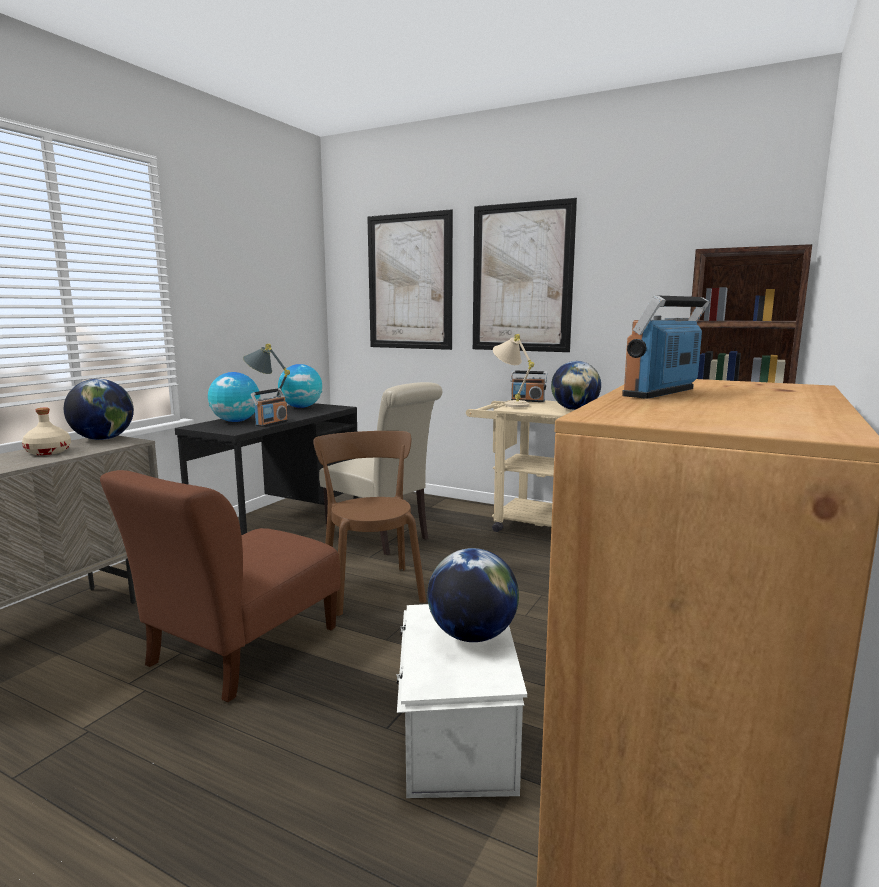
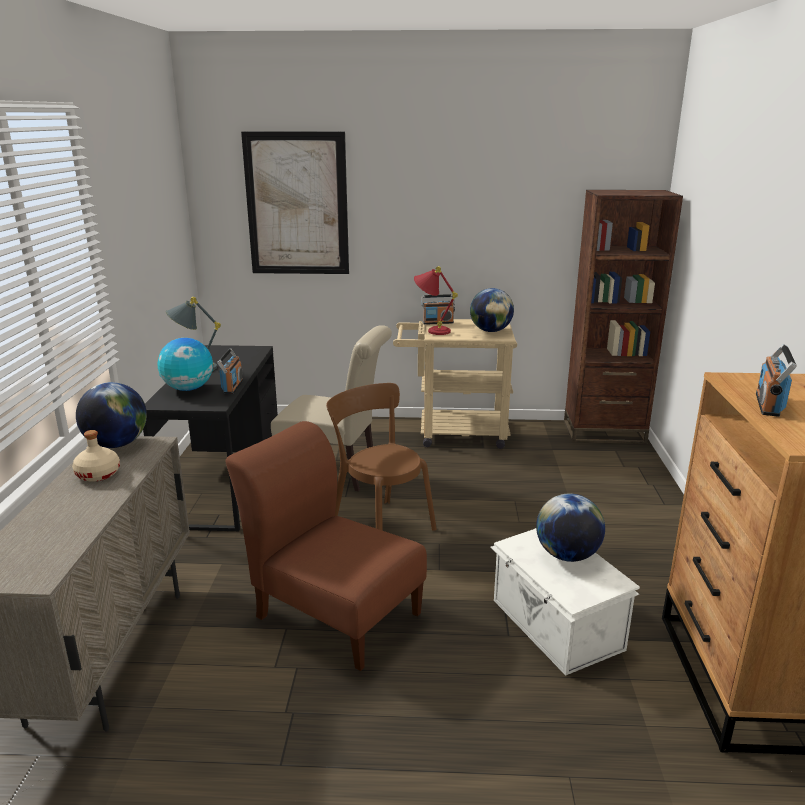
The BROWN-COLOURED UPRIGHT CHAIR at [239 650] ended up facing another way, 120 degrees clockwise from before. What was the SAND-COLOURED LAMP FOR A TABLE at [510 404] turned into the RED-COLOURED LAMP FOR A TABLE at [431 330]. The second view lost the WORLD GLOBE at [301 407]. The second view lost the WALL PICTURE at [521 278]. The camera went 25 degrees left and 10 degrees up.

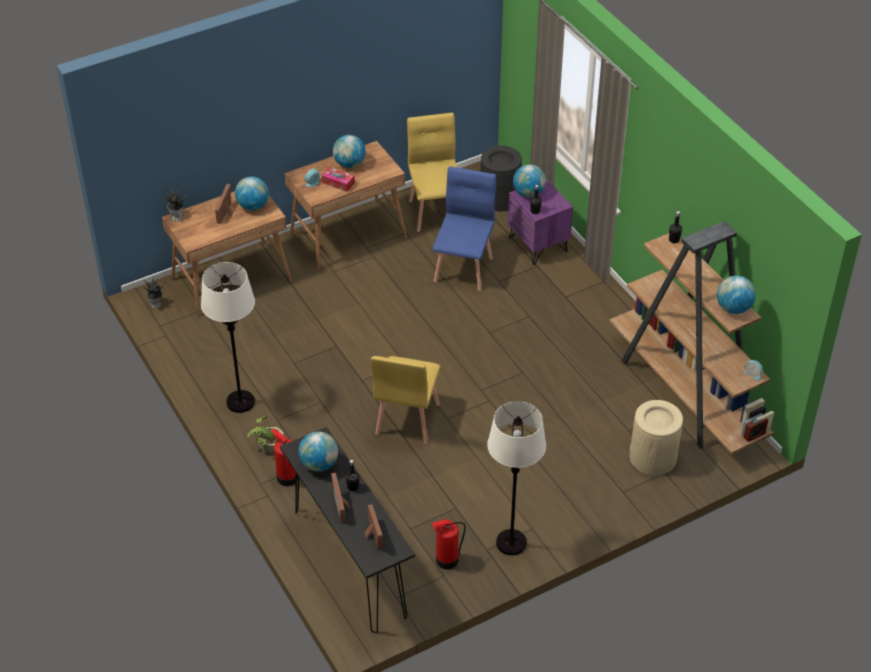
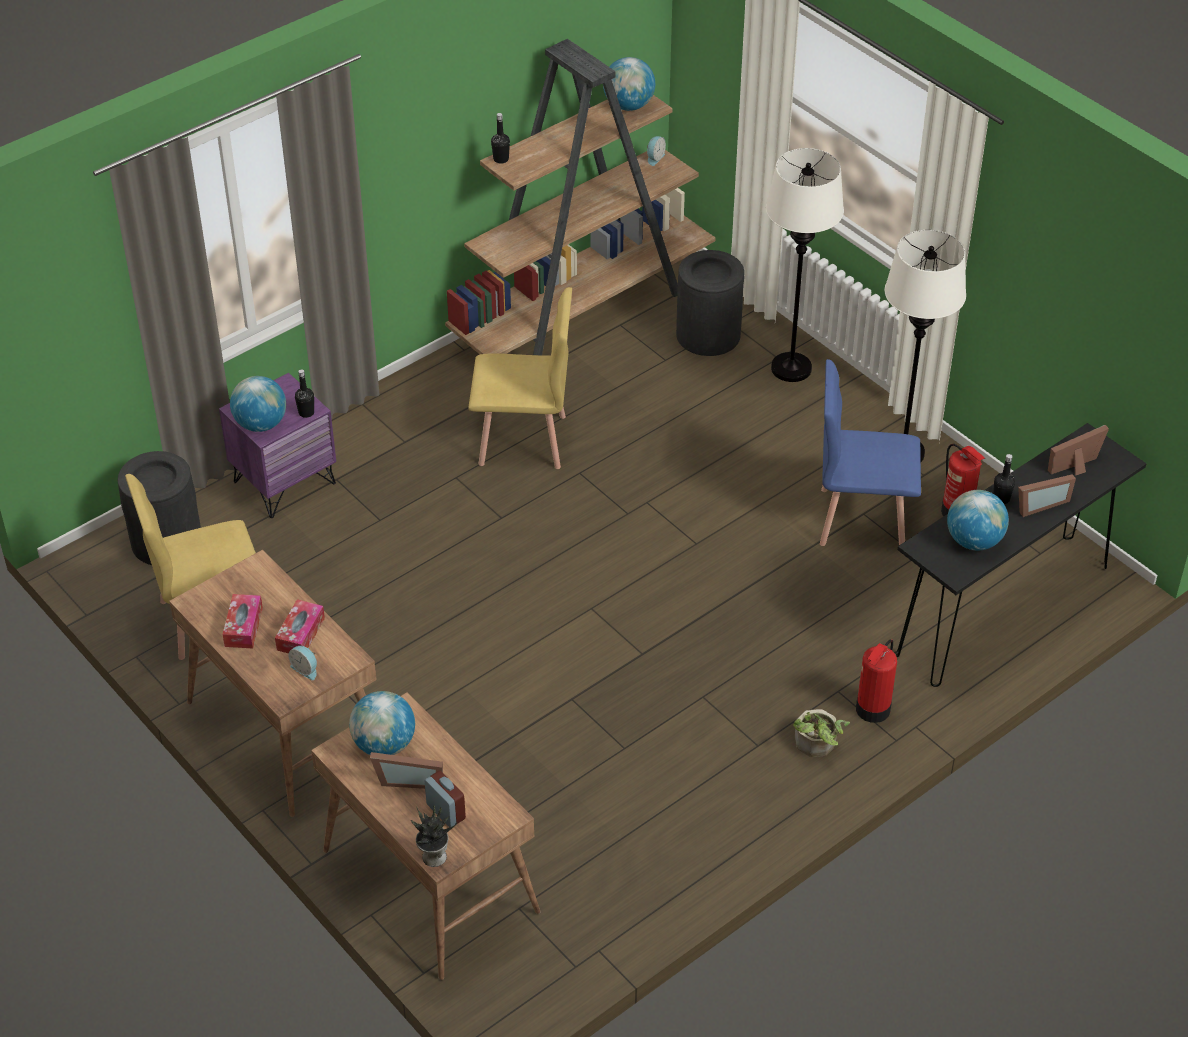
Where the WORLD GLOBE stood at [349 164], the BOX OF TISSUES came to stand at [243 627]. The TABLE CLOCK ended up elsewhere, having gone from [753 435] to [446 811]. The YELLOWISH UPRIGHT CHAIR ended up elsewhere, having gone from [406 419] to [523 441]. What was the SAND-COLOURED TRASH CAN at [653 457] turned into the BLACK-COLOURED TRASH CAN at [708 335]. The WHITISH STANDING LAMP ended up elsewhere, having gone from [240 402] to [791 368]. The BLUE-COLOURED UPRIGHT CHAIR ended up elsewhere, having gone from [464 269] to [861 518]. The second view lost the POTTED PLANT at [156 304]. The camera went 100 degrees left and 0 degrees up.

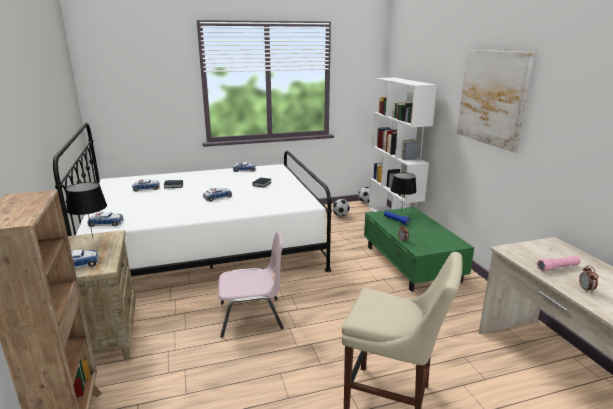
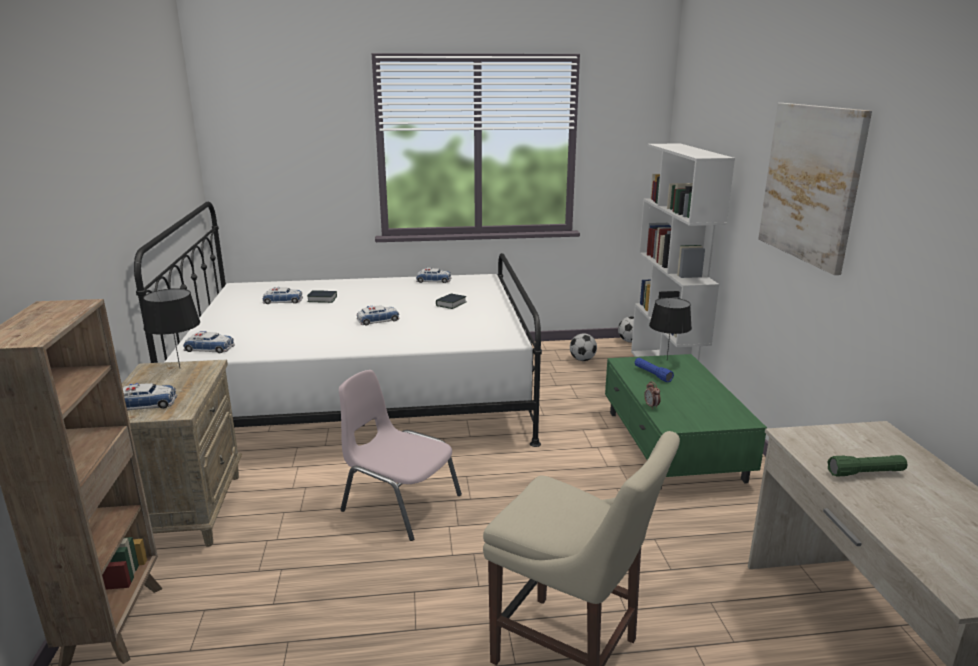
The PINK-COLOURED UPRIGHT CHAIR at [252 316] ended up facing another way, 150 degrees counterclockwise from before. What was the PINK-COLOURED HAND TORCH at [557 268] turned into the GREENISH HAND TORCH at [865 473]. The second view lost the TABLE CLOCK at [586 289]. The camera went 10 degrees right and 0 degrees up.

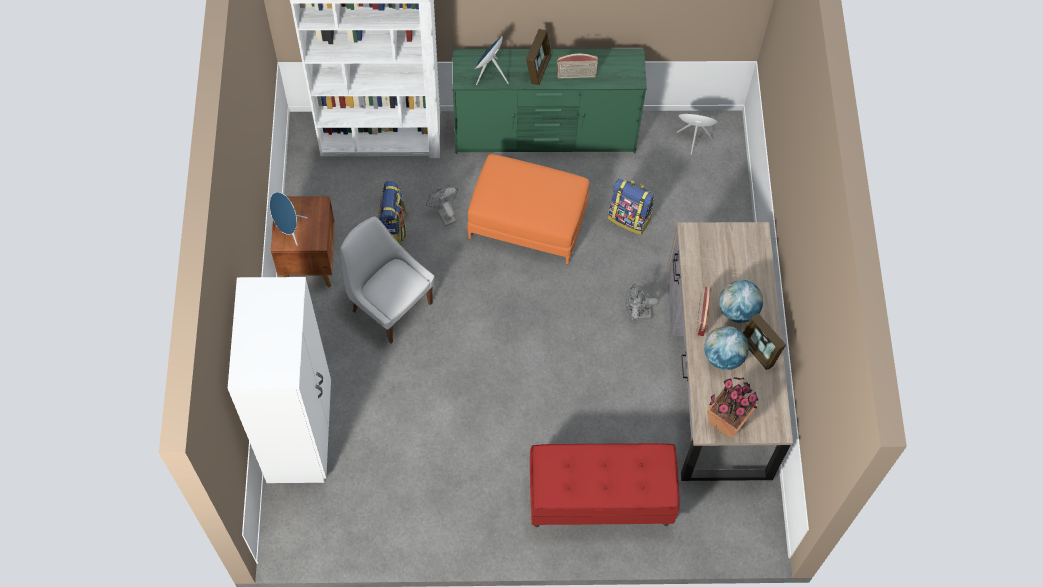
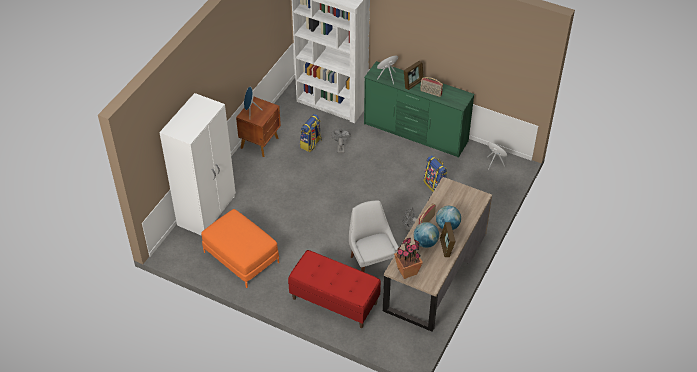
The ORANGE POUFFE ended up elsewhere, having gone from [527 222] to [240 257]. The WHITISH UPRIGHT CHAIR ended up elsewhere, having gone from [390 305] to [372 262]. The camera went 30 degrees right and 15 degrees down.

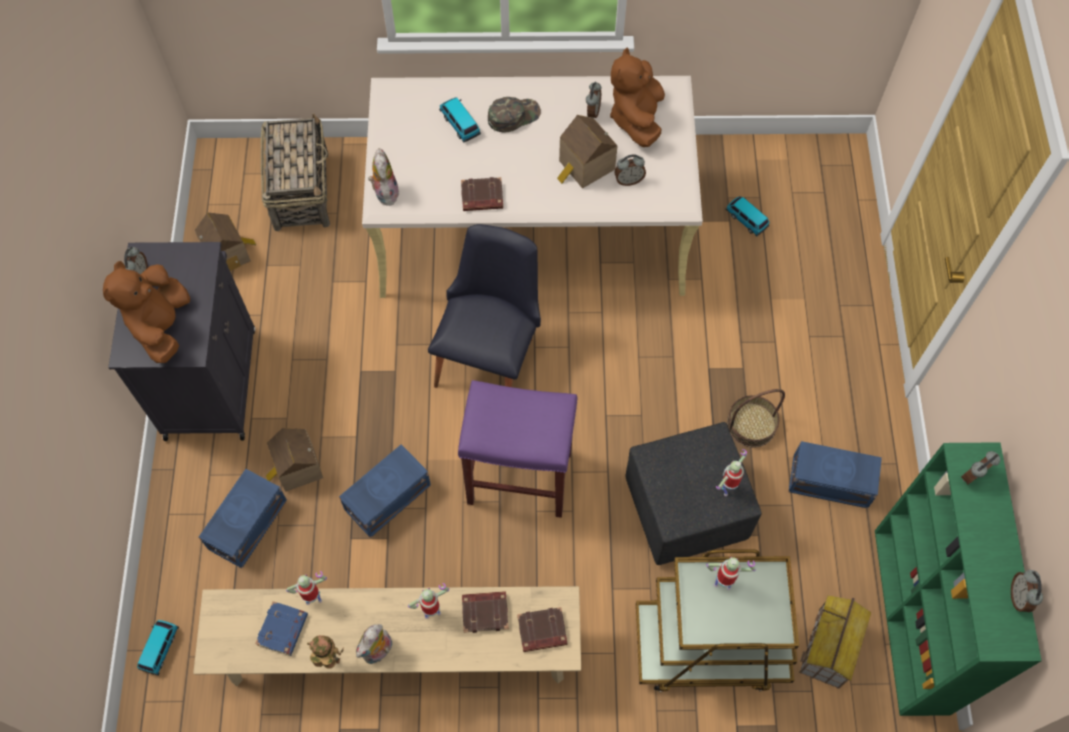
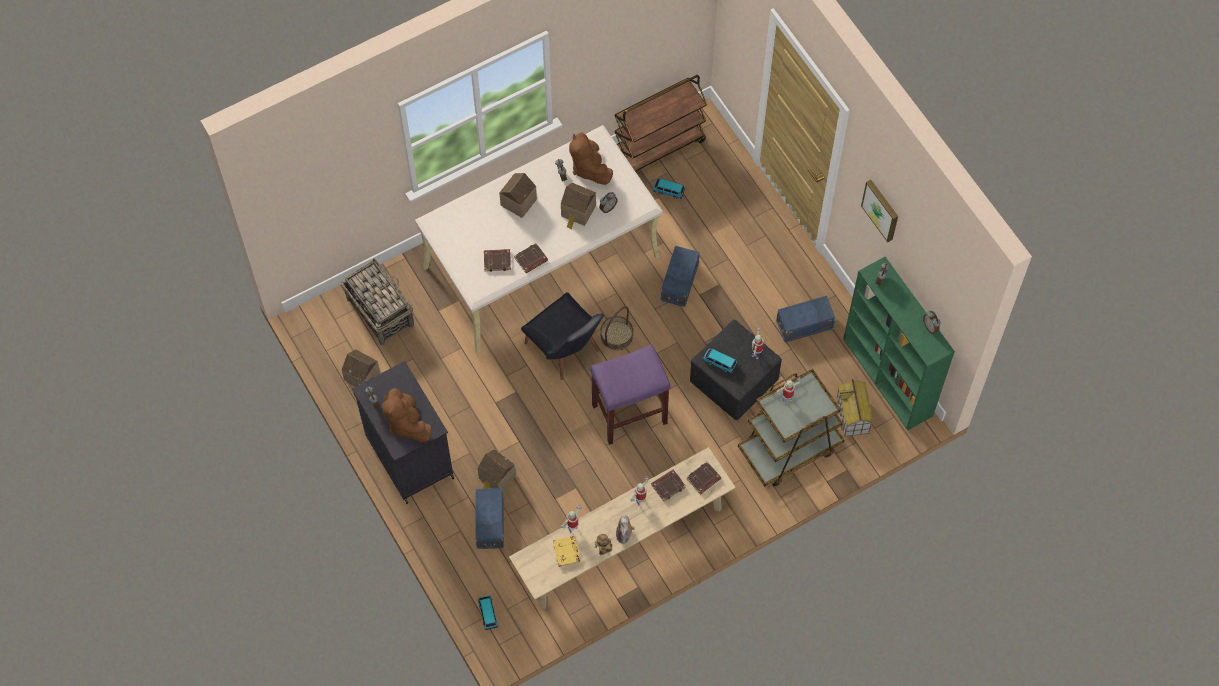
The second view gained the BROWN-COLOURED BOOK at [497 261]. Where the GREENISH PEAKED CAP stood at [513 115], the TOY HOUSE came to stand at [517 201]. The BLACK-COLOURED UPRIGHT CHAIR at [490 354] ended up facing another way, 150 degrees clockwise from before. What was the BLUE-COLOURED BOOK at [283 630] turned into the YELLOWISH BOOK at [567 552]. The BASKET ended up elsewhere, having gone from [751 425] to [616 336]. The second view gained the BROWN-COLOURED WHEELED CART at [659 146]. The BLUE-COLOURED STORAGE BIN ended up elsewhere, having gone from [386 497] to [678 282]. The MINIATURE CAR ended up elsewhere, having gone from [460 124] to [719 363]. The second view gained the WALL PICTURE at [881 209]. The second view lost the CUDDLY TOY at [385 192]. The camera went 30 degrees left and 0 degrees up.

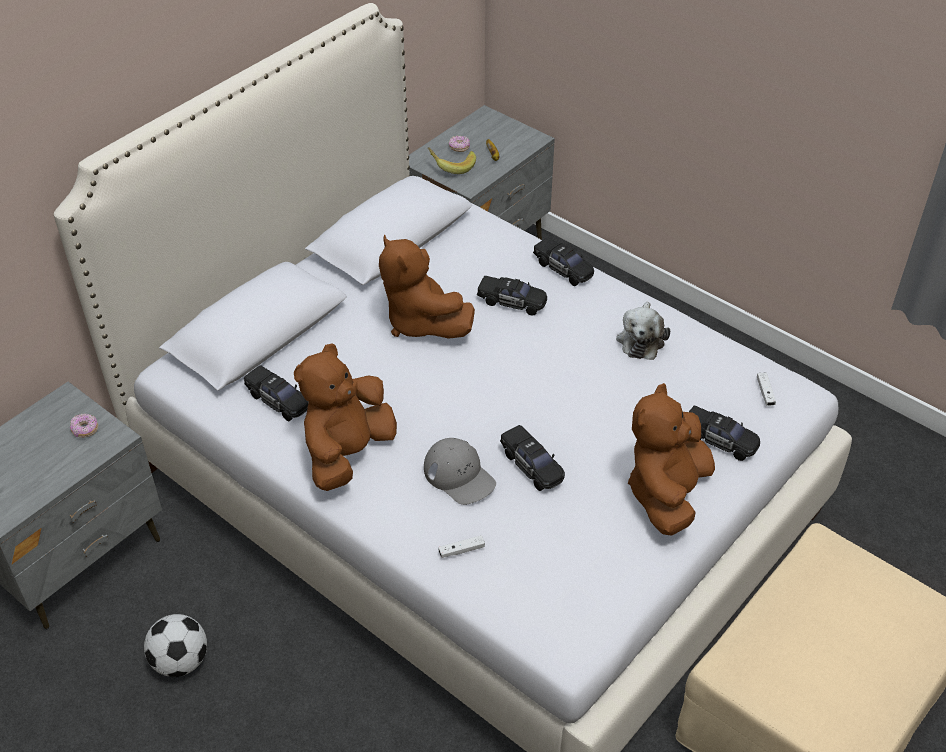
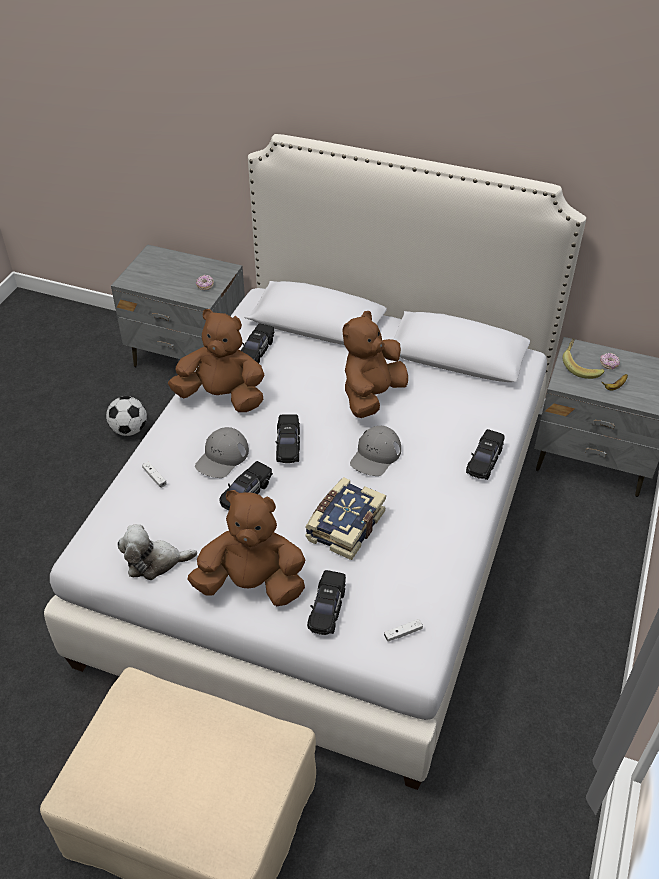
The CUDDLY TOY ended up elsewhere, having gone from [641 339] to [155 562]. The BLACK-COLOURED MINIATURE CAR ended up elsewhere, having gone from [512 302] to [288 445]. The second view gained the BOOK at [344 525]. The second view gained the GREY PEAKED CAP at [375 455]. The camera went 70 degrees right and 0 degrees up.

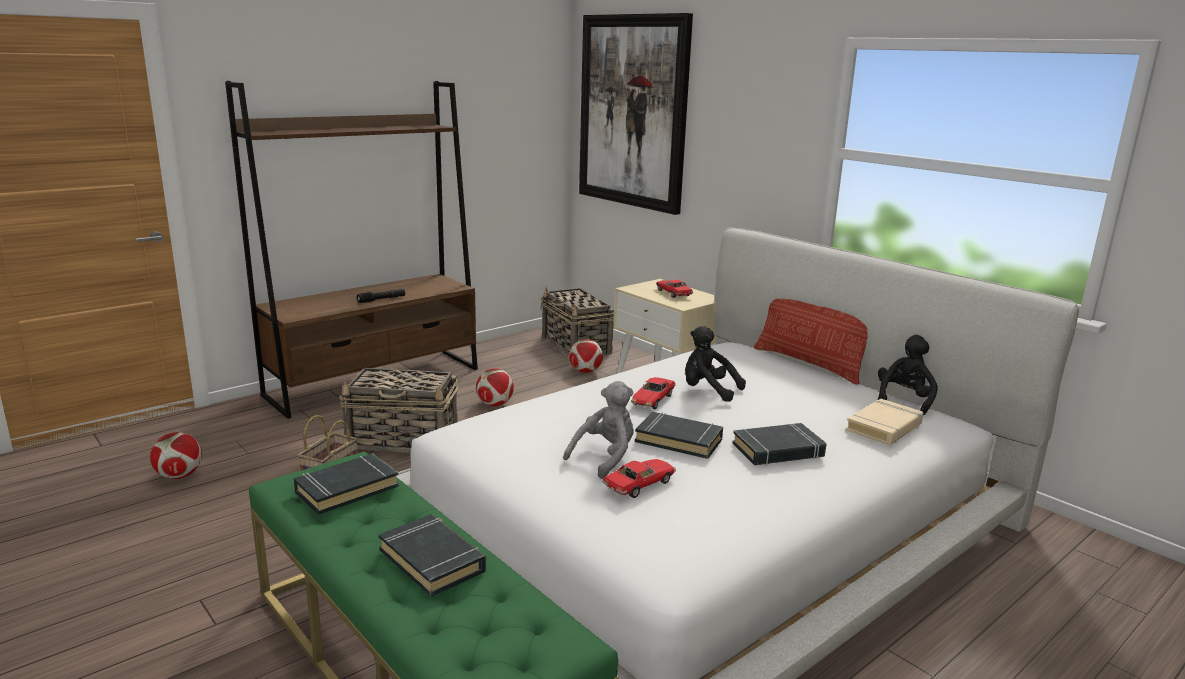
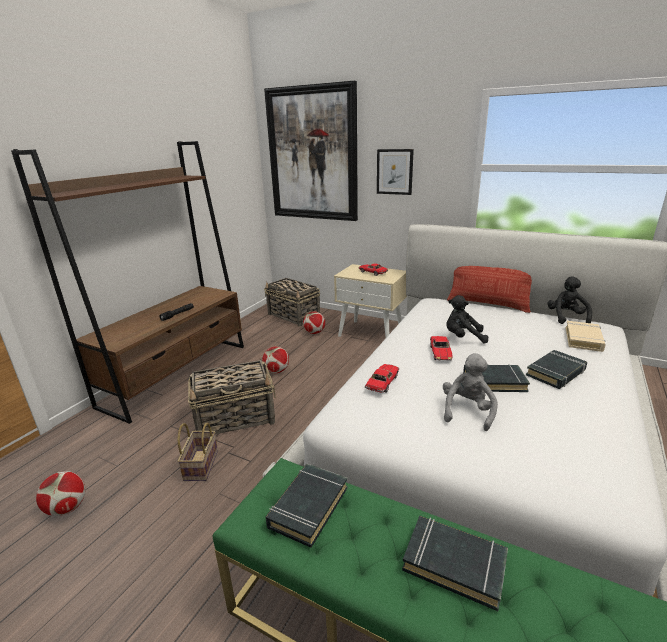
The MINIATURE CAR ended up elsewhere, having gone from [640 484] to [383 382]. The second view gained the WALL PICTURE at [394 172]. The camera went 20 degrees left and 5 degrees up.

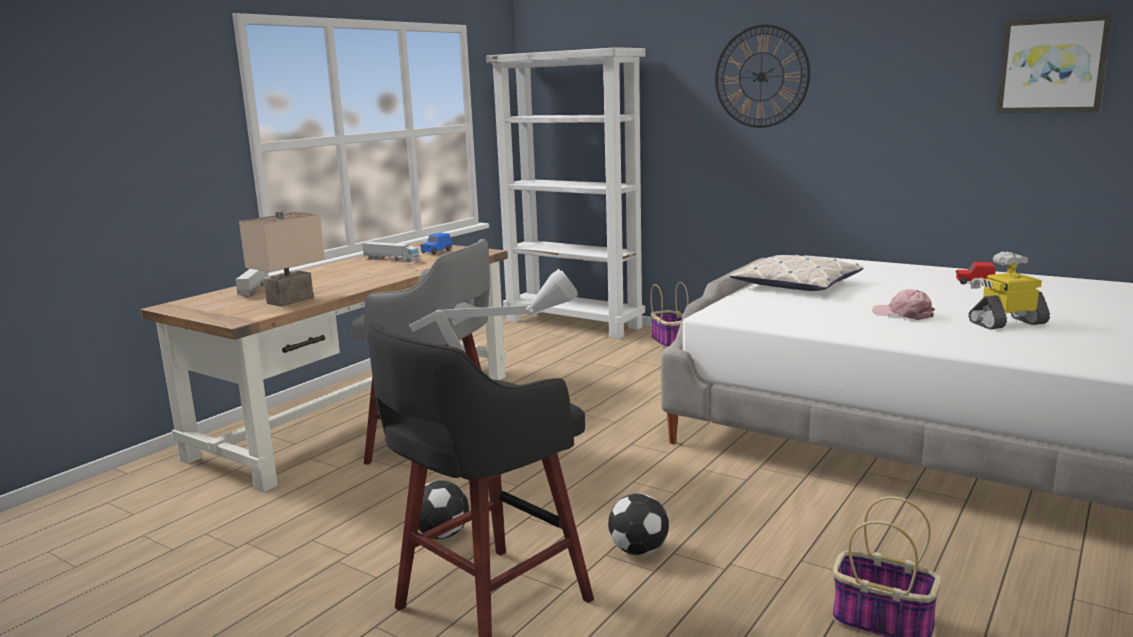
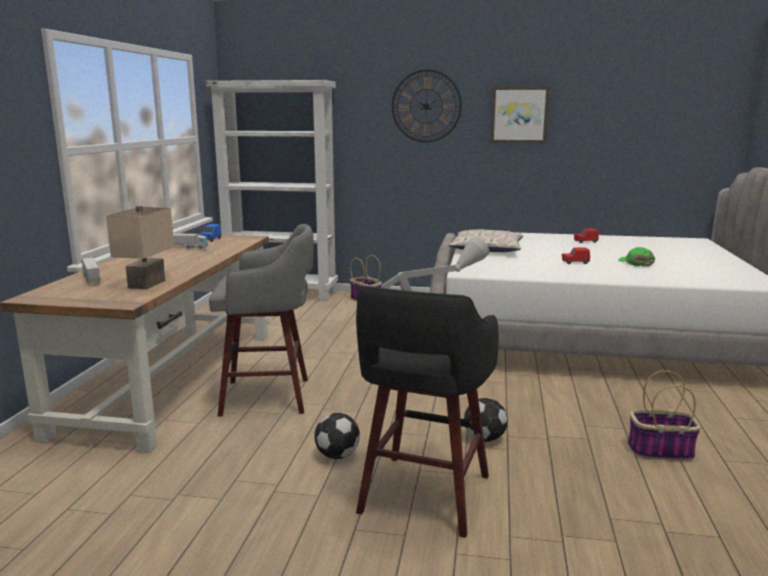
The WALL PICTURE ended up elsewhere, having gone from [1052 65] to [519 114]. Where the PINK-COLOURED PEAKED CAP stood at [903 314], the RED-COLOURED MINIATURE CAR came to stand at [575 262]. Where the TOY ROBOT stood at [1006 323], the GREENISH PEAKED CAP came to stand at [635 263]. The camera went 25 degrees left and 0 degrees up.

